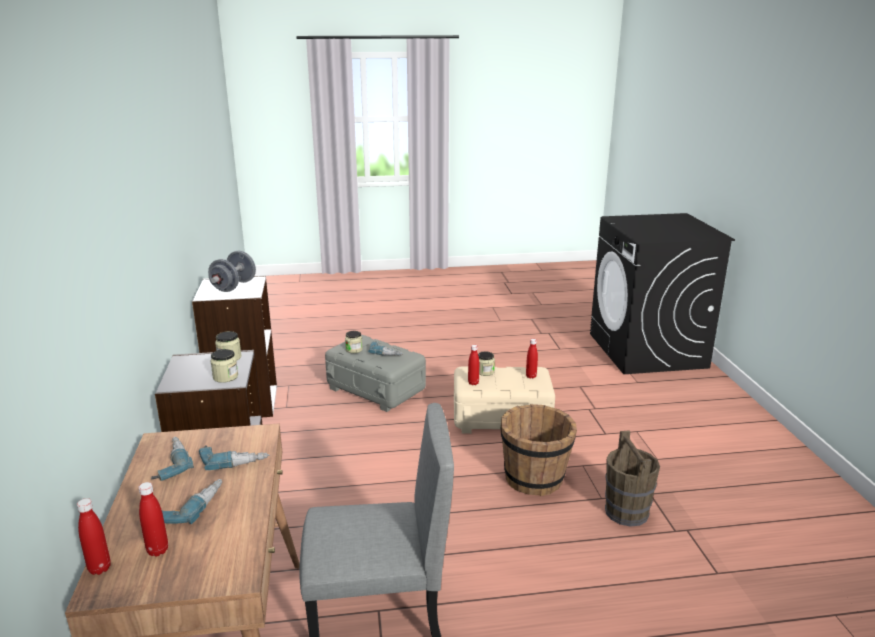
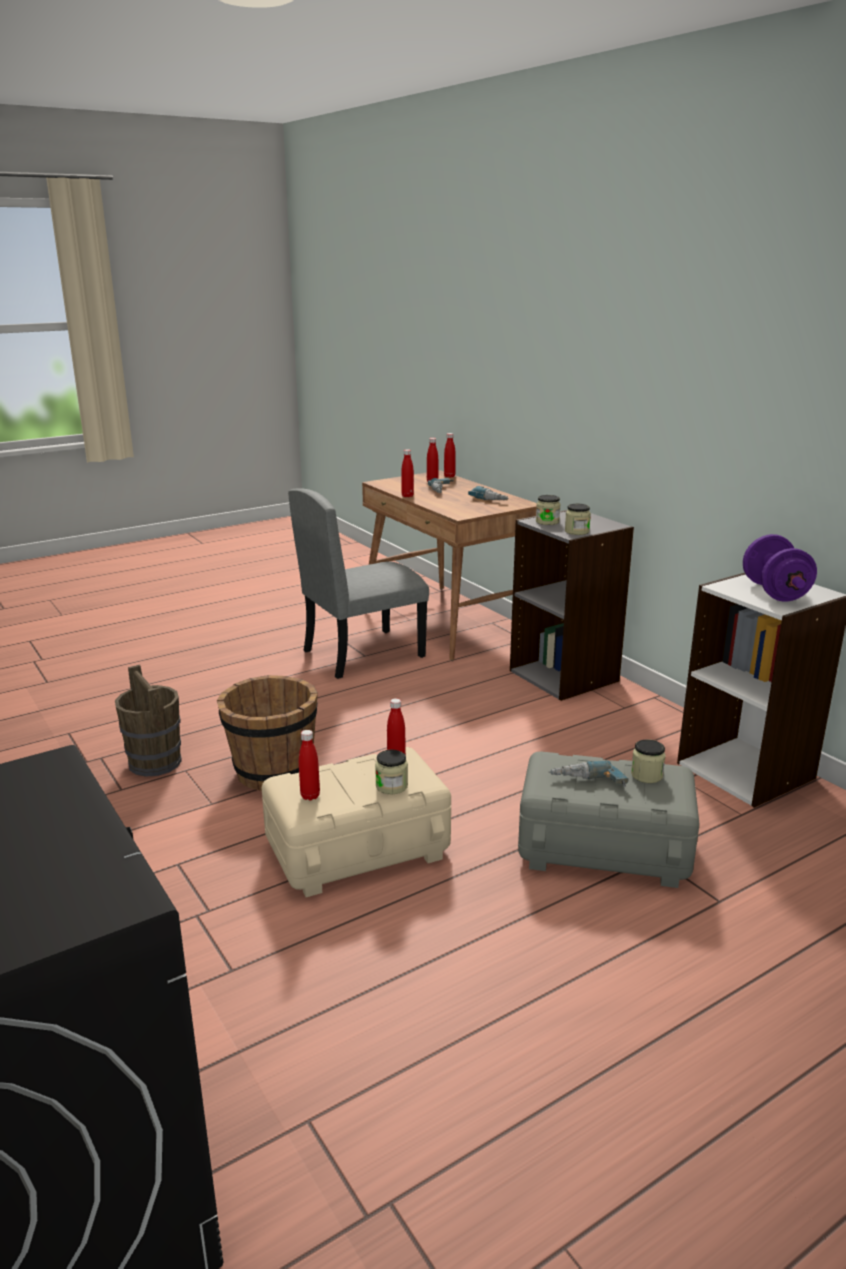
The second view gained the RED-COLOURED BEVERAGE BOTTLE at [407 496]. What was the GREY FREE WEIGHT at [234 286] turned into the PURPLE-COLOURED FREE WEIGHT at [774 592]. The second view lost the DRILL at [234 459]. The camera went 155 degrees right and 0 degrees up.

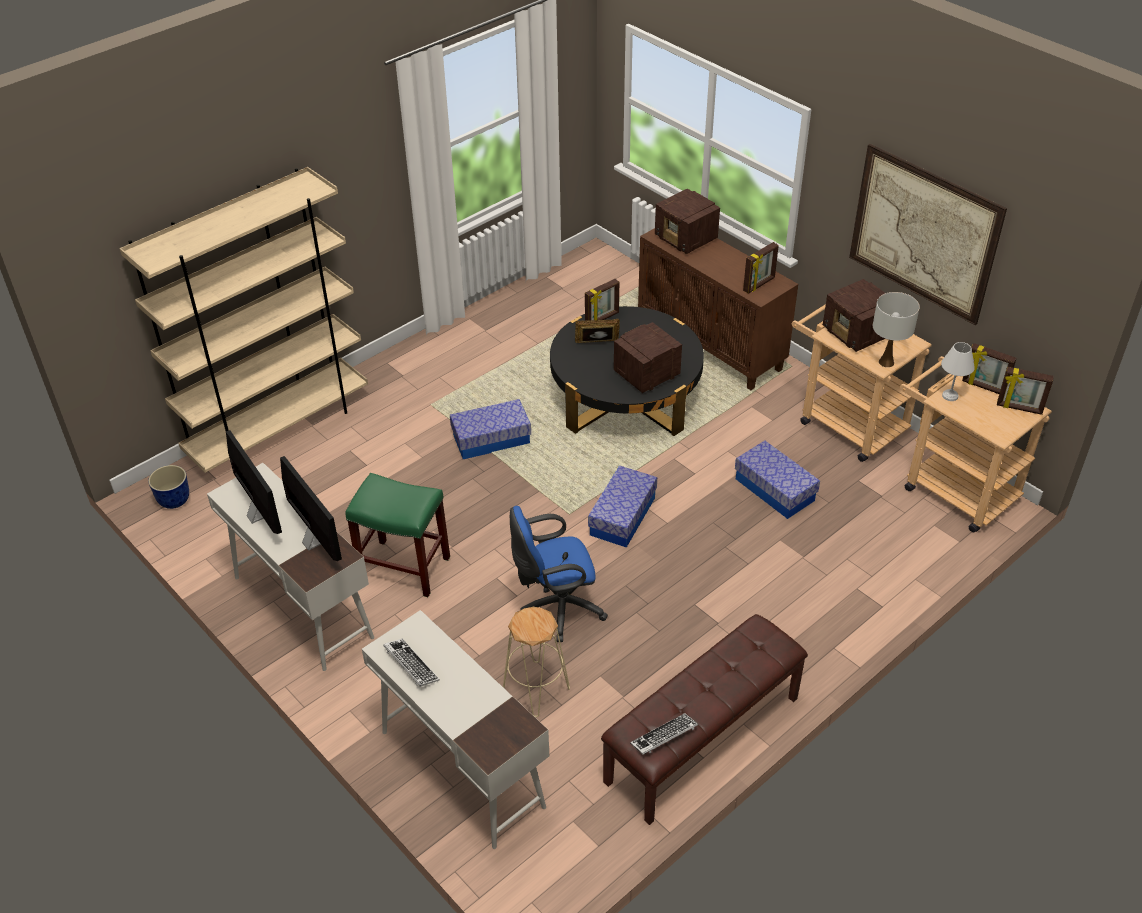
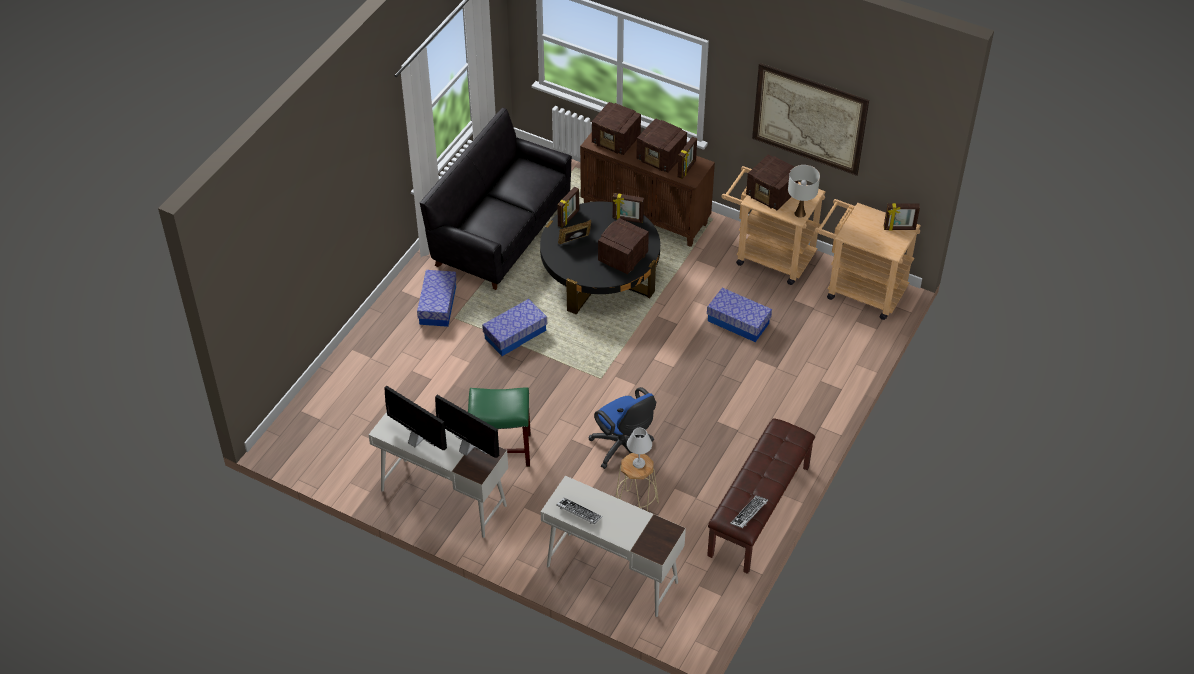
The STORAGE BIN ended up elsewhere, having gone from [622 516] to [438 305]. The second view gained the BLACK-COLOURED COUCH at [501 233]. The BLUE-COLOURED COMPUTER CHAIR at [556 608] ended up facing another way, 90 degrees counterclockwise from before. The STANDING FRAME ended up elsewhere, having gone from [983 387] to [627 219]. The WHITISH LAMP FOR A TABLE ended up elsewhere, having gone from [949 396] to [638 463]. The second view gained the RADIO SET at [661 158]. The second view lost the SAND-COLOURED BOOKSHELF at [279 429]. The second view lost the PLANTER at [173 501]. The camera went 20 degrees left and 5 degrees up.

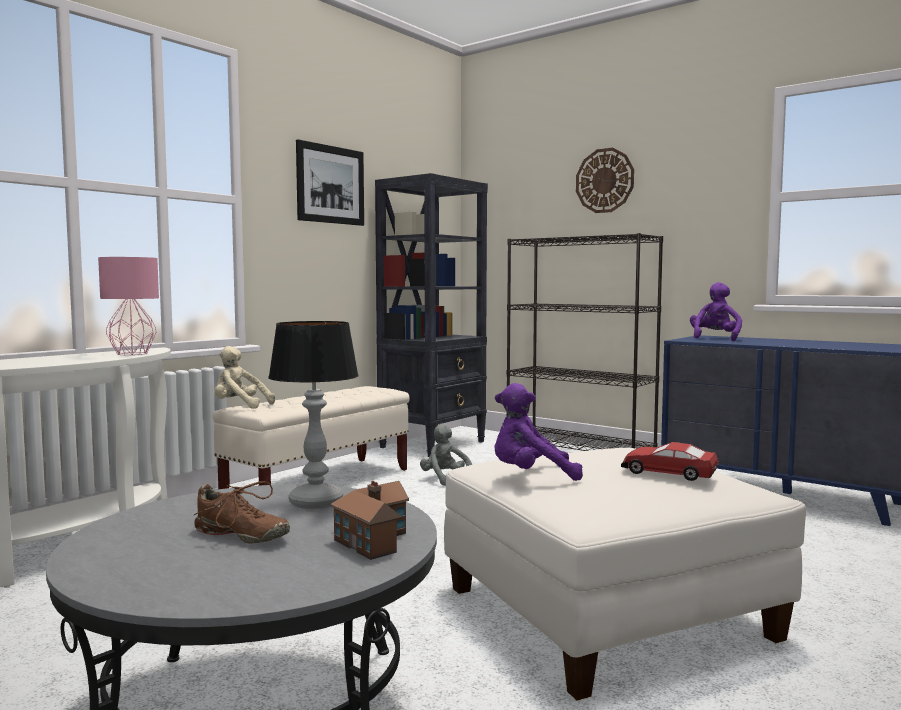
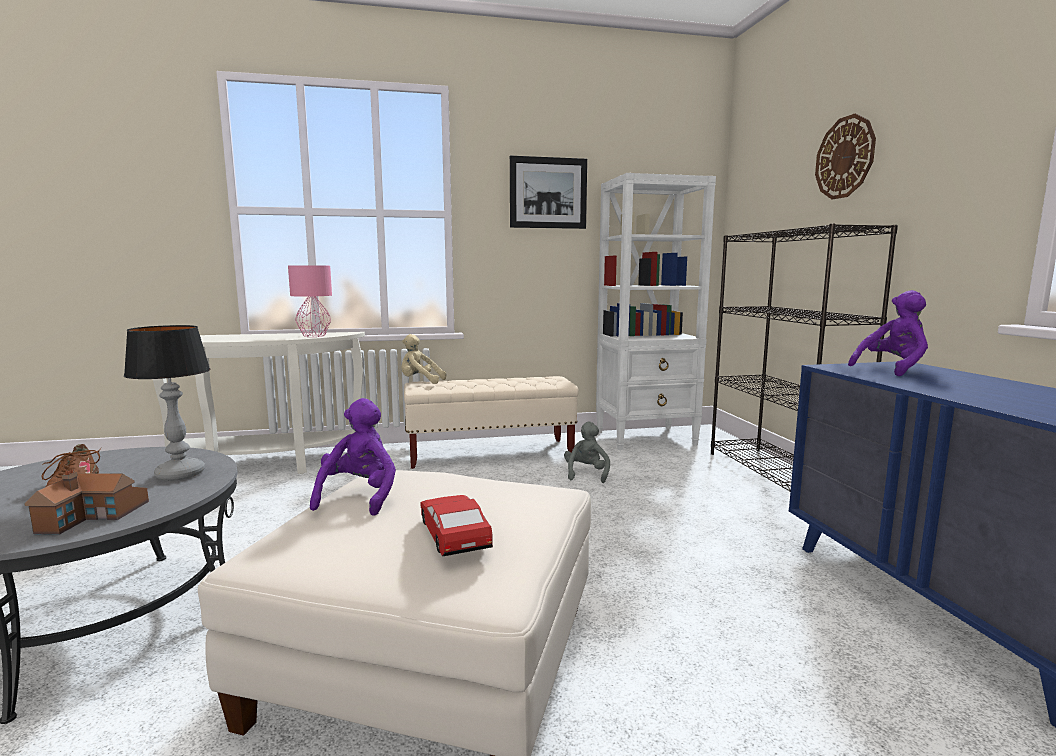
The PURPLE-COLOURED CUDDLY TOY at [531 477] ended up facing another way, 60 degrees clockwise from before. The SAND-COLOURED CUDDLY TOY at [239 406] ended up facing another way, 45 degrees counterclockwise from before. What was the BLACK-COLOURED BOOKSHELF at [433 444] turned into the WHITISH BOOKSHELF at [646 438]. The camera went 40 degrees right and 5 degrees up.

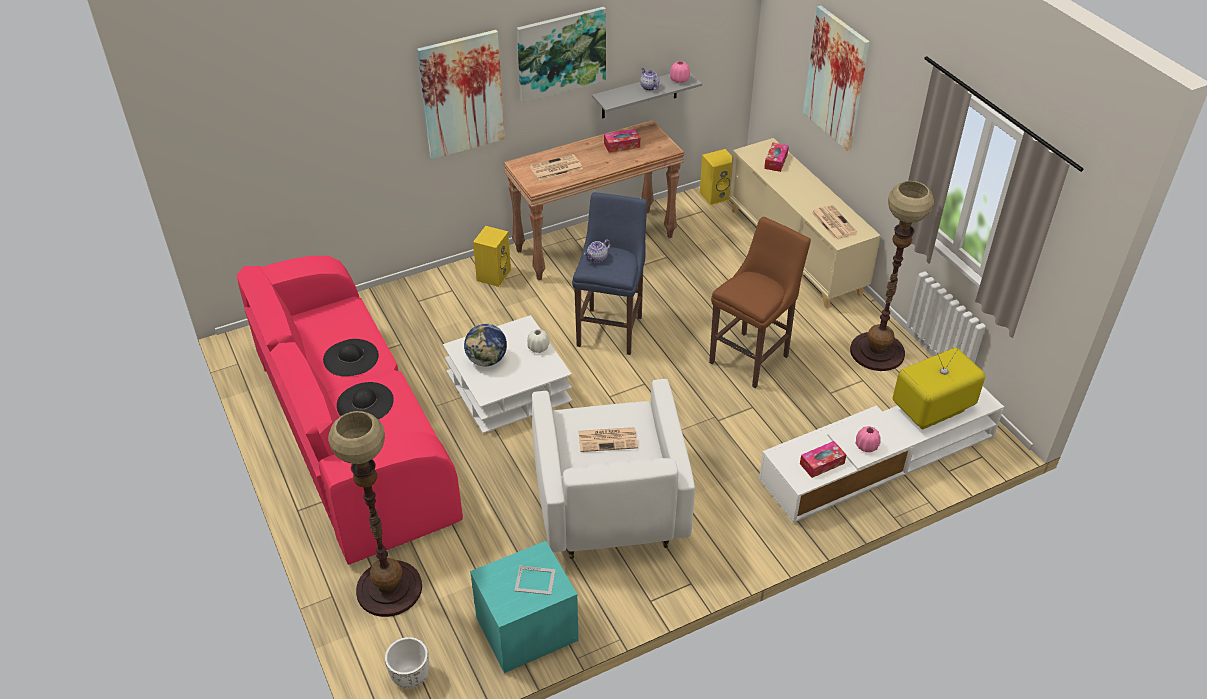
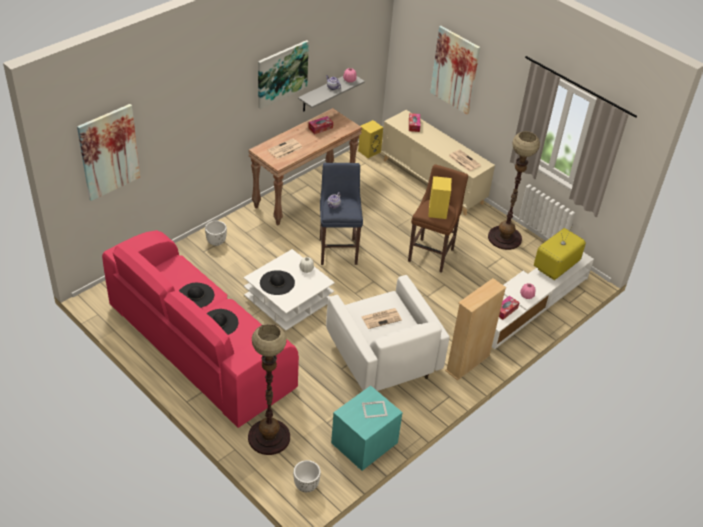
The WALL PICTURE ended up elsewhere, having gone from [462 95] to [109 152]. The second view gained the WHITISH PLANTER at [216 242]. Where the WORLD GLOBE stood at [487 360], the BLACK-COLOURED HAT came to stand at [277 282]. The YELLOWISH AUDIO SPEAKER ended up elsewhere, having gone from [493 274] to [437 211]. The second view gained the SAND-COLOURED BOOKSHELF at [467 363]. The camera went 20 degrees left and 0 degrees up.

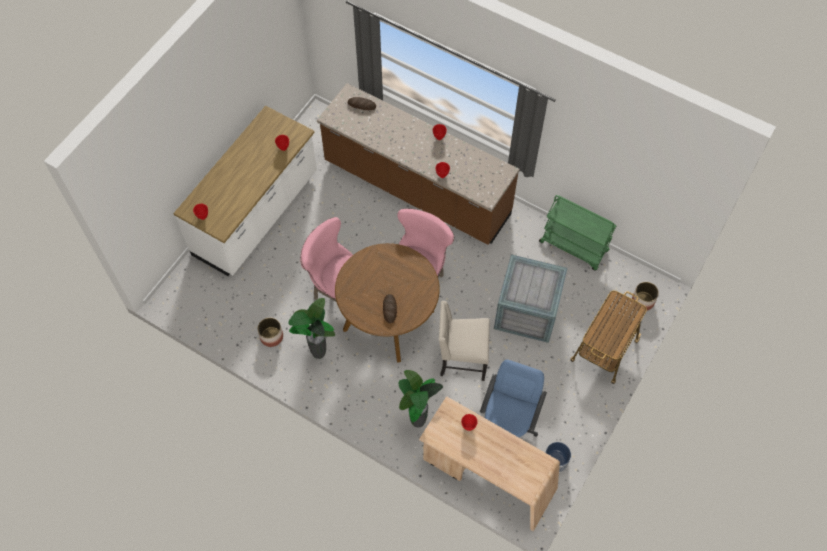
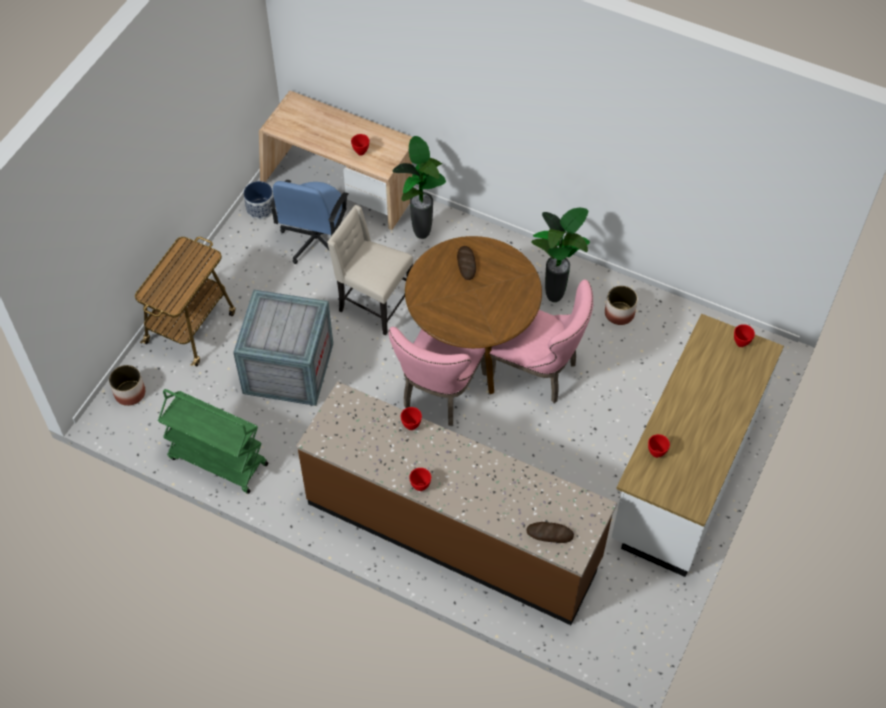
The SAND-COLOURED UPRIGHT CHAIR at [461 360] ended up facing another way, 150 degrees counterclockwise from before. The camera went 175 degrees right and 5 degrees down.

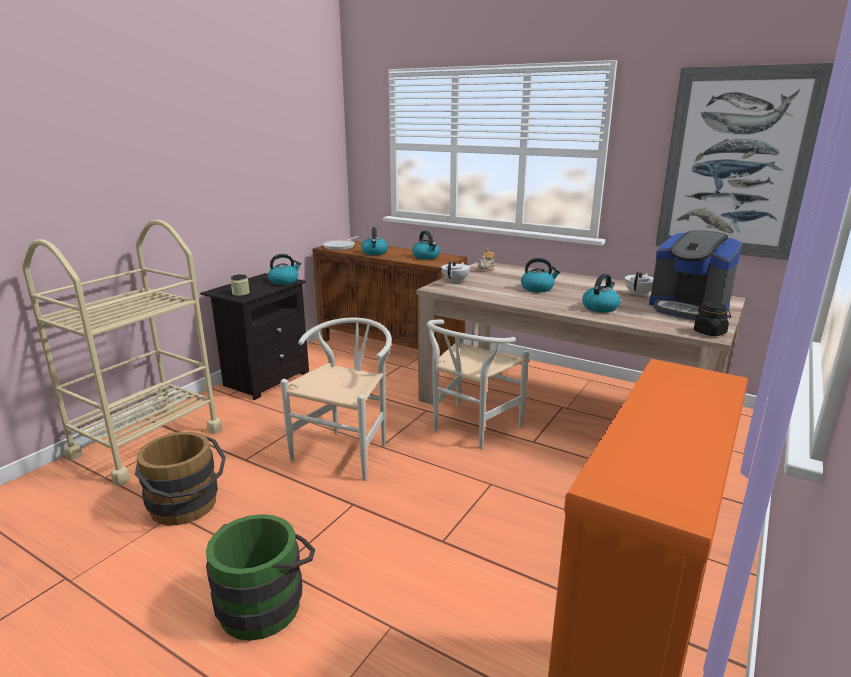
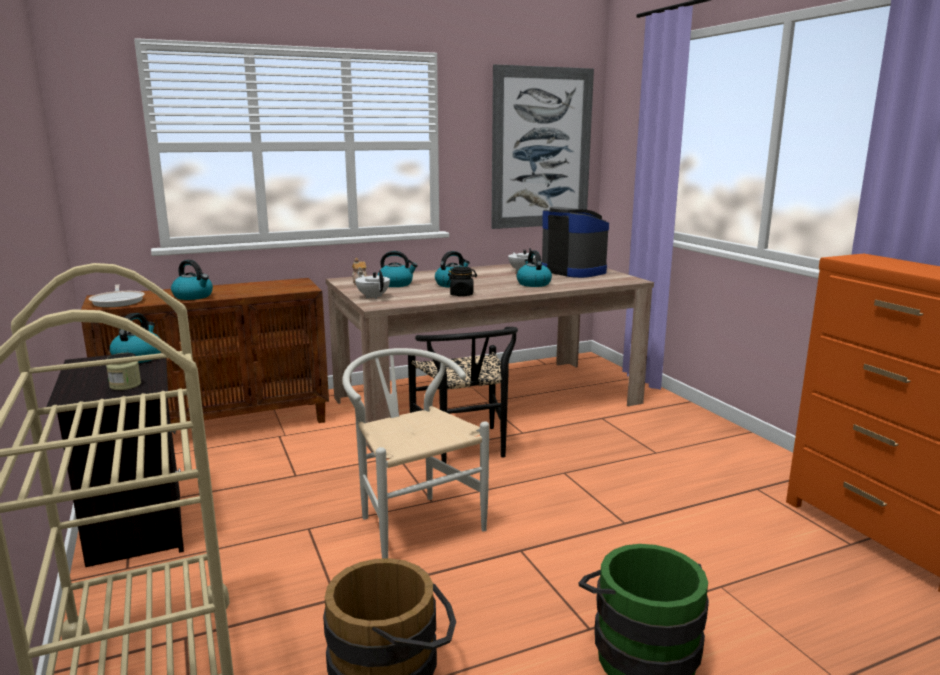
The KETTLE ended up elsewhere, having gone from [426 257] to [396 284]. What was the WHITISH UPRIGHT CHAIR at [470 429] turned into the BLACK-COLOURED UPRIGHT CHAIR at [465 449]. The BLACK-COLOURED JAR ended up elsewhere, having gone from [710 333] to [462 294]. The COFFEE MAKER at [688 308] ended up facing another way, 120 degrees counterclockwise from before. The camera went 55 degrees left and 5 degrees down.

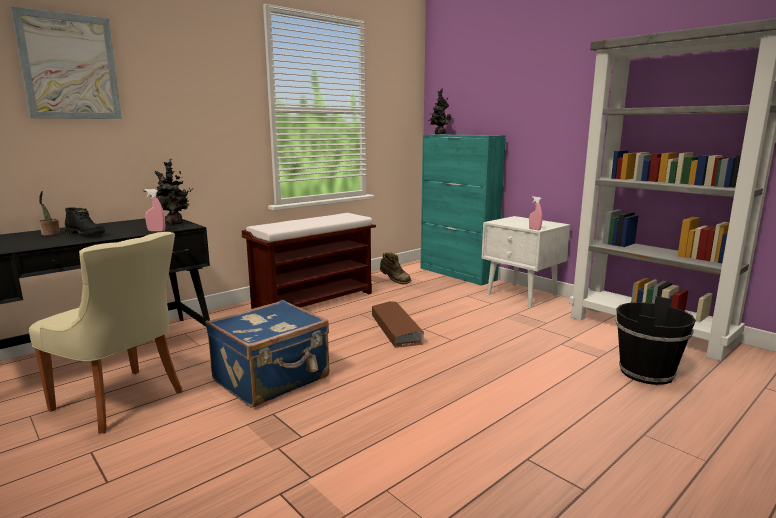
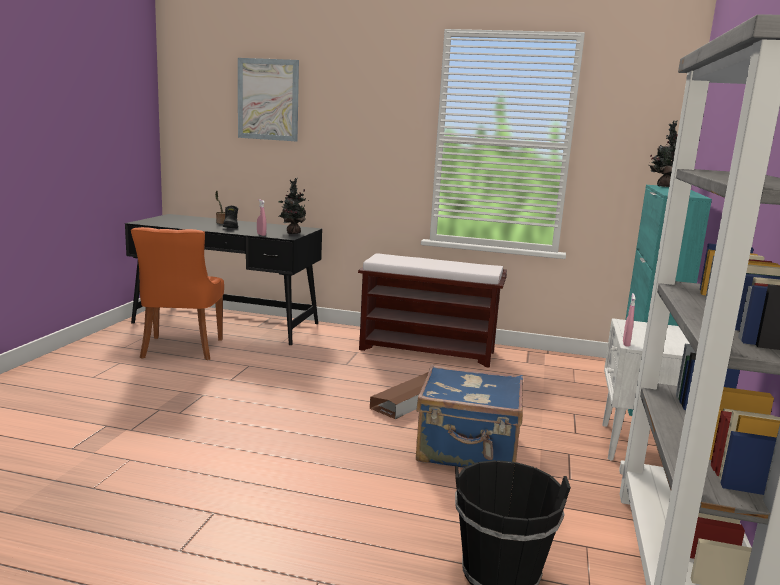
What was the SAND-COLOURED UPRIGHT CHAIR at [122 401] turned into the ORANGE UPRIGHT CHAIR at [181 349]. The BLUE-COLOURED PIECE OF LUGGAGE ended up elsewhere, having gone from [272 379] to [468 451]. The second view lost the BROWN-COLOURED BOOT at [394 281]. The camera went 55 degrees right and 0 degrees up.

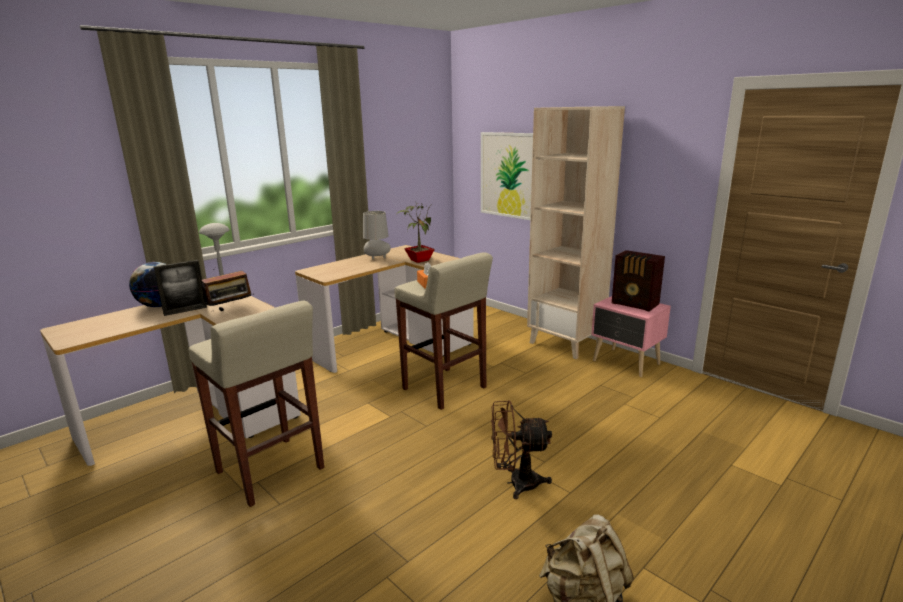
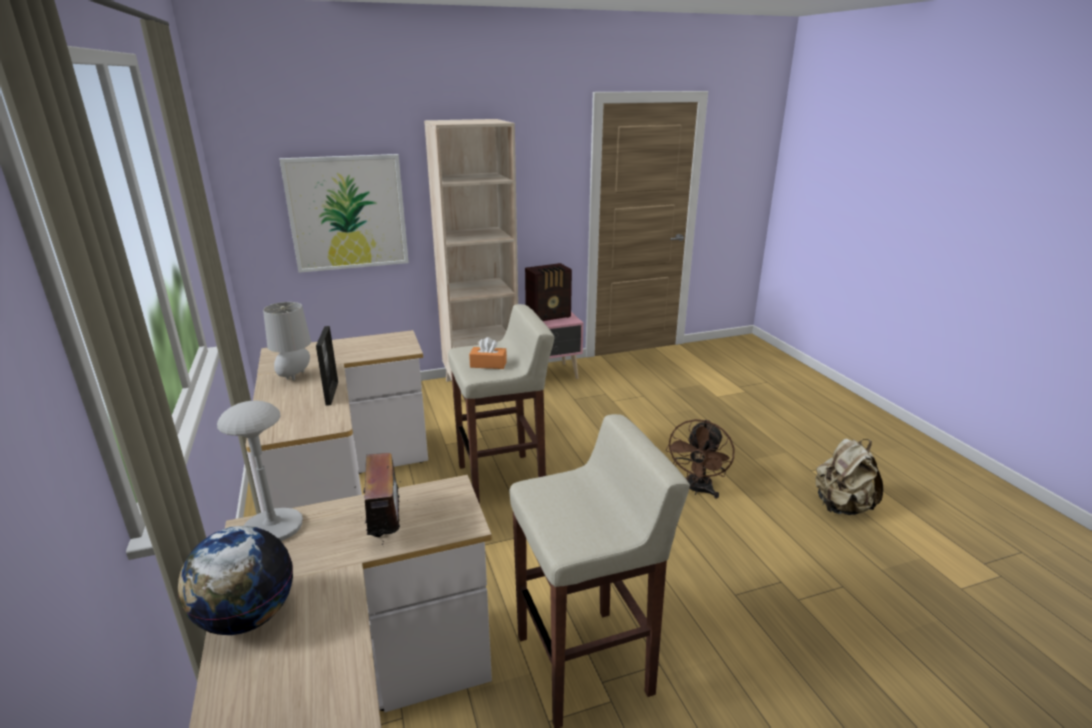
The STANDING FRAME ended up elsewhere, having gone from [185 311] to [332 393]. The second view lost the POTTED PLANT at [419 260]. The camera went 65 degrees left and 5 degrees up.

